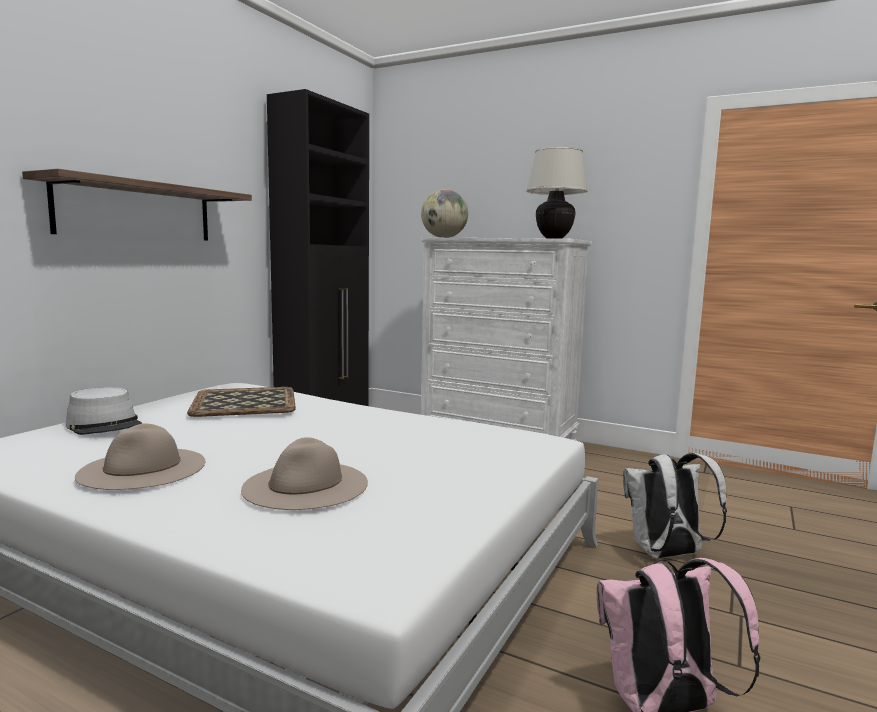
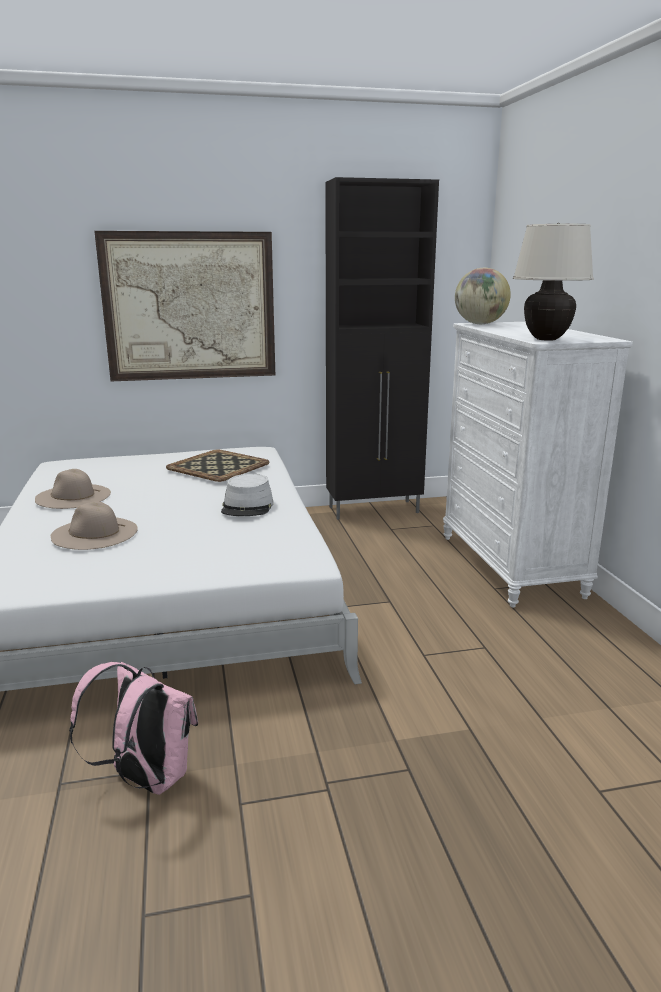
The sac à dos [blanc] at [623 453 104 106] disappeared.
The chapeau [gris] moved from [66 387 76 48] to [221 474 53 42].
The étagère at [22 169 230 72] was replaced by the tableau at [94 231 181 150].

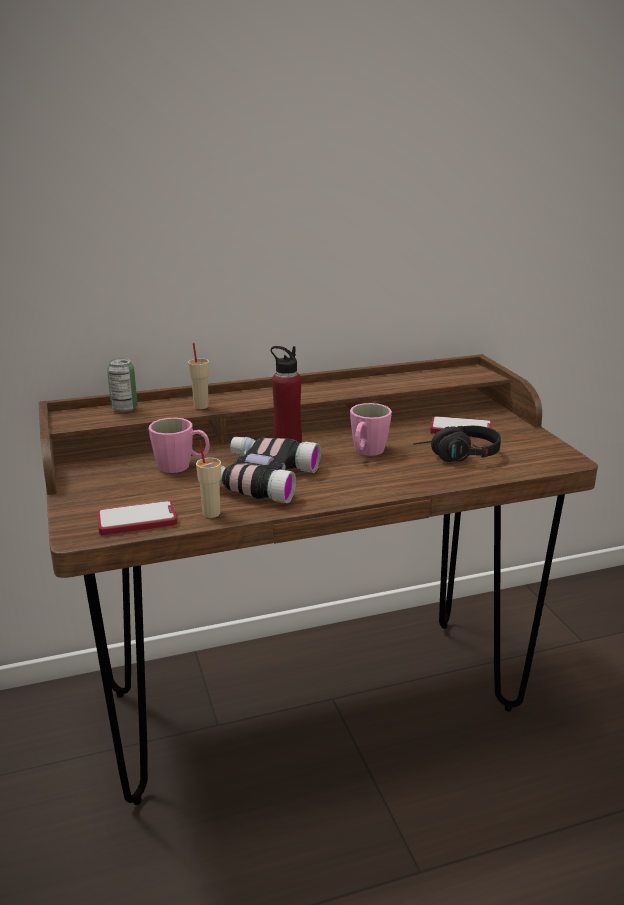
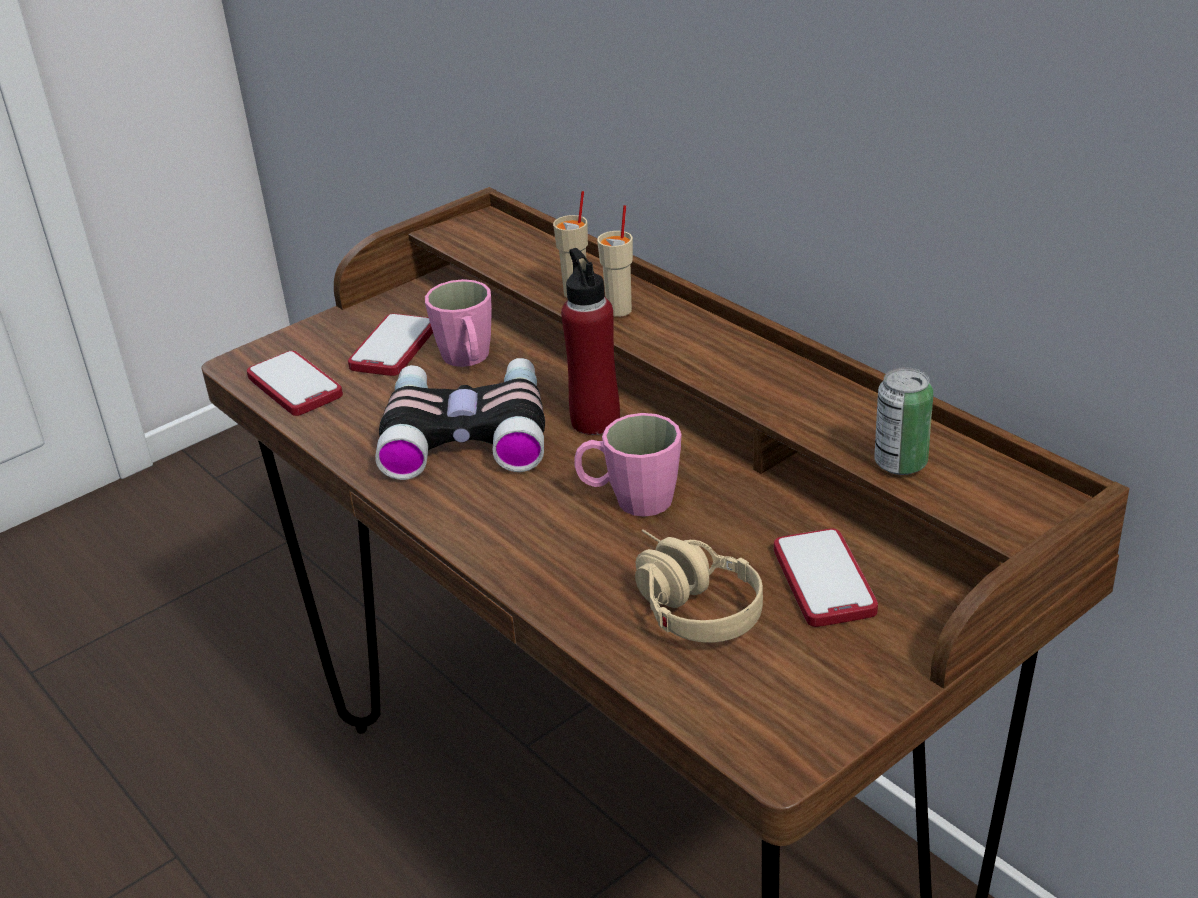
The téléphone at [348 314 85 62] appeared.
The boîte métallique moved from [107 358 31 54] to [874 367 59 108].
The tasse [beige] moved from [196 440 25 78] to [597 205 36 112].
The casque audio [noir] at [413 426 88 36] became the casque audio [beige] at [635 529 128 114].

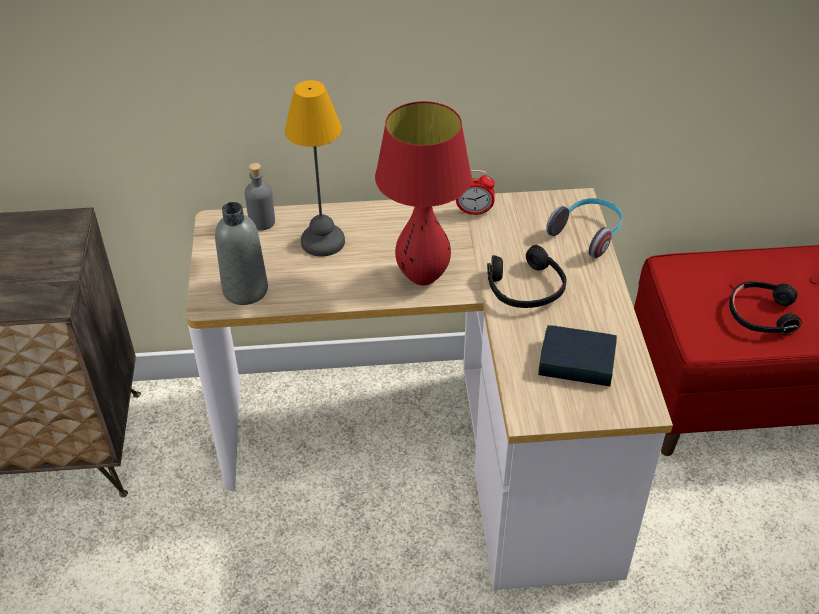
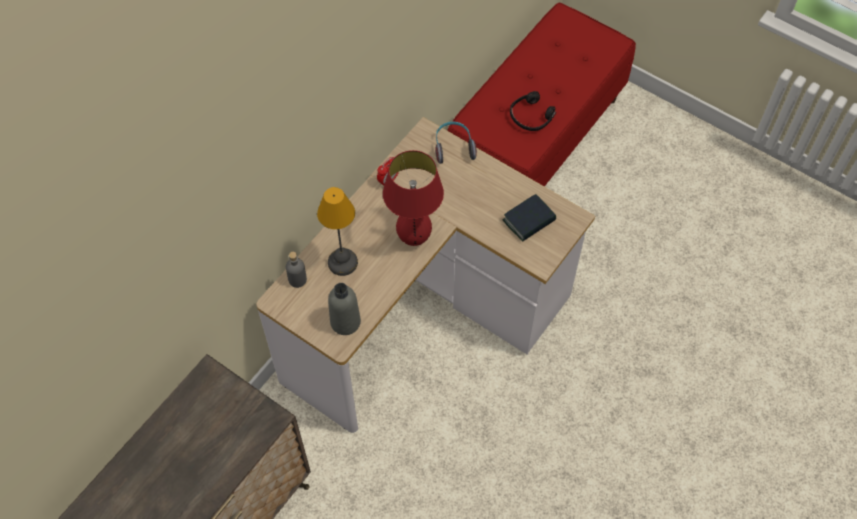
The casque audio [noir] at [487 245 80 63] disappeared.

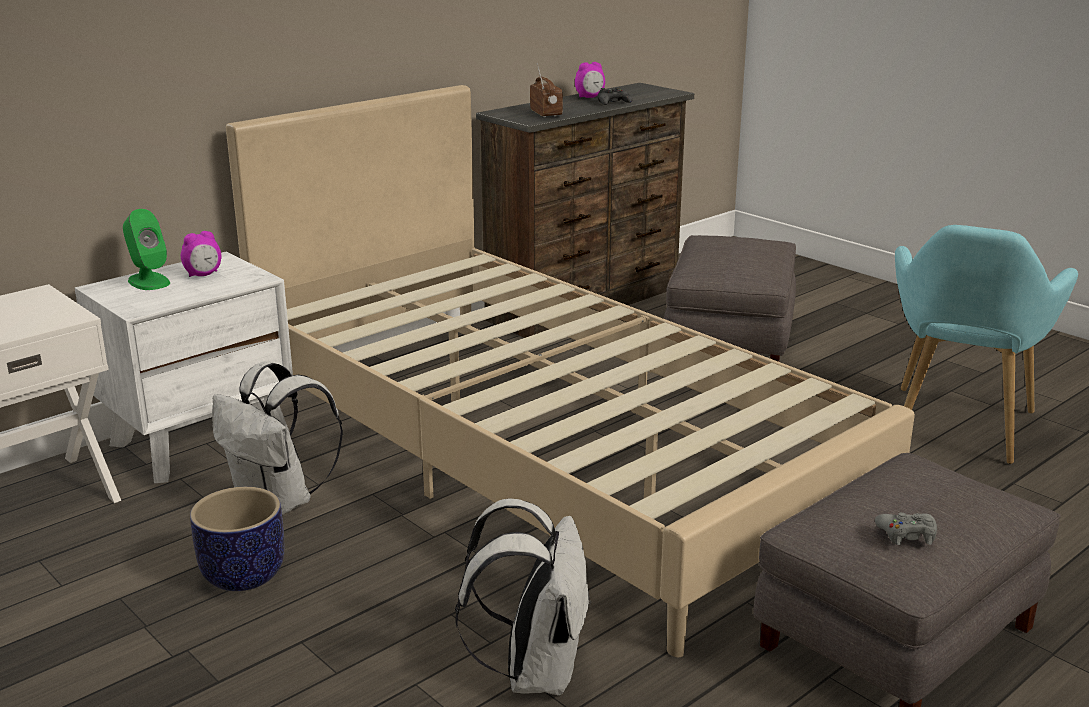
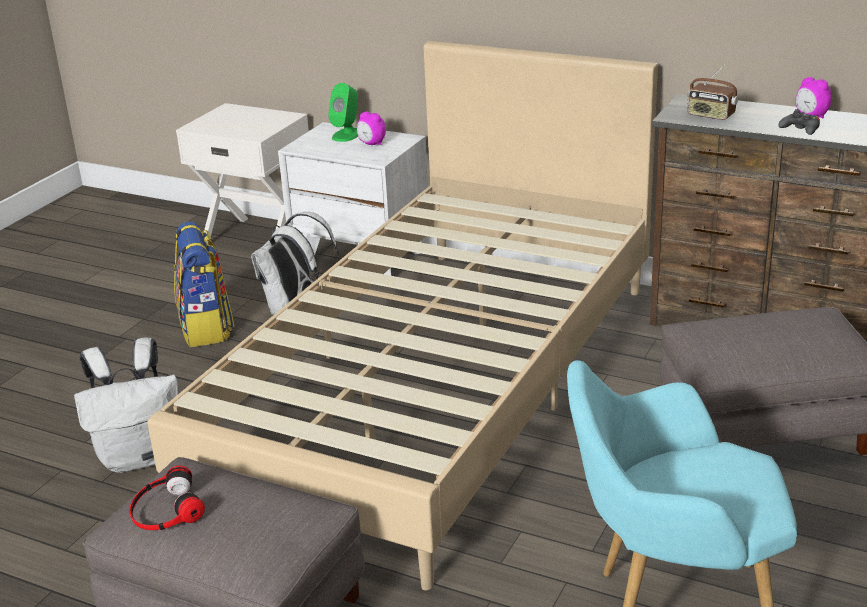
The cache-pot at [190 487 94 104] was replaced by the sac à dos at [174 222 60 125].
The manette [gris] at [875 512 62 33] was replaced by the casque audio at [129 466 76 64].
The radio at [530 63 33 54] turned 75 degrees clockwise.

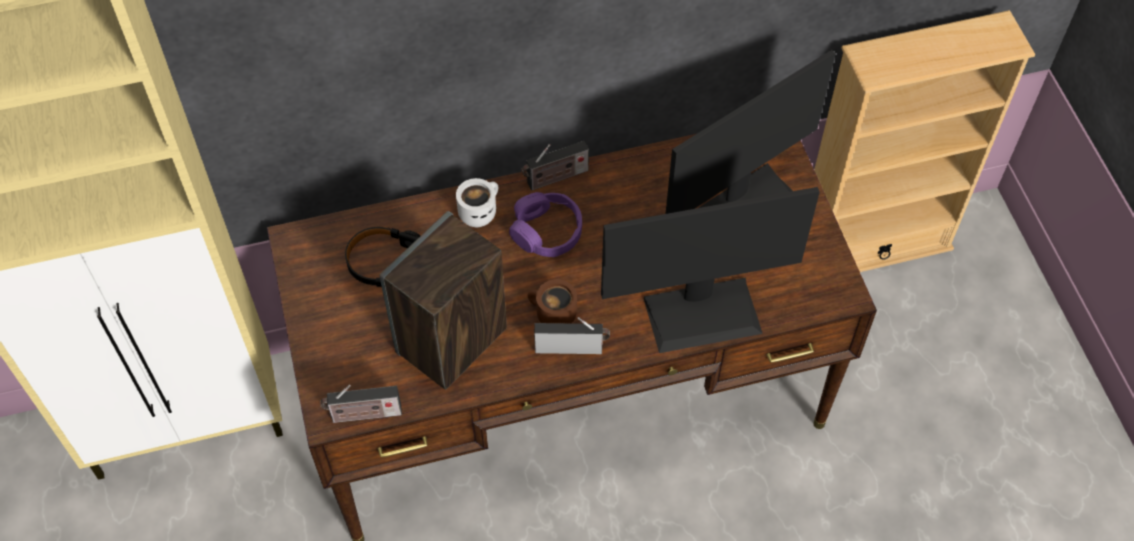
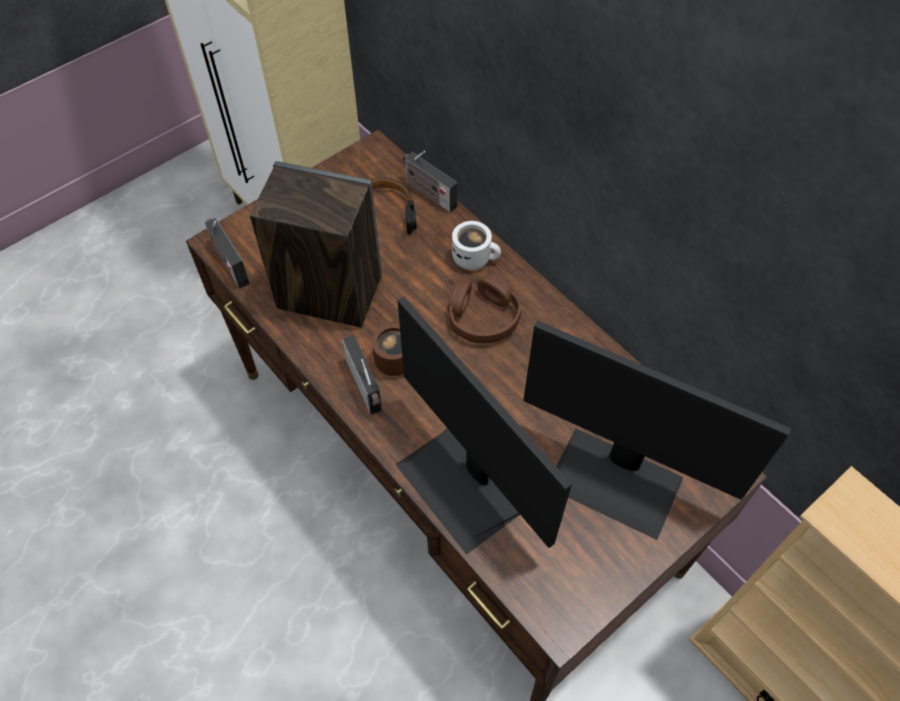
The radio moved from [521 141 68 49] to [403 151 55 62].
The casque audio [violet] at [509 192 73 65] became the casque audio [marron] at [448 274 73 70].

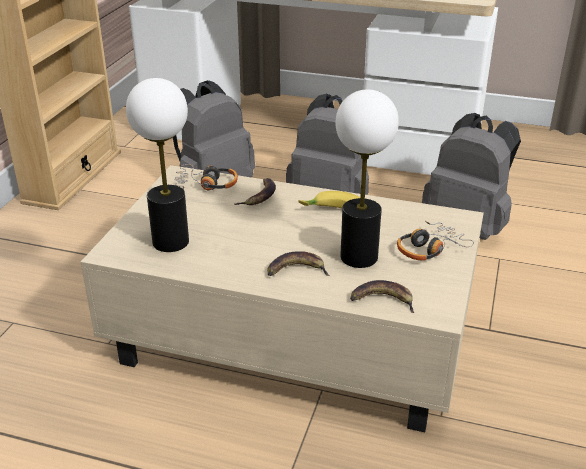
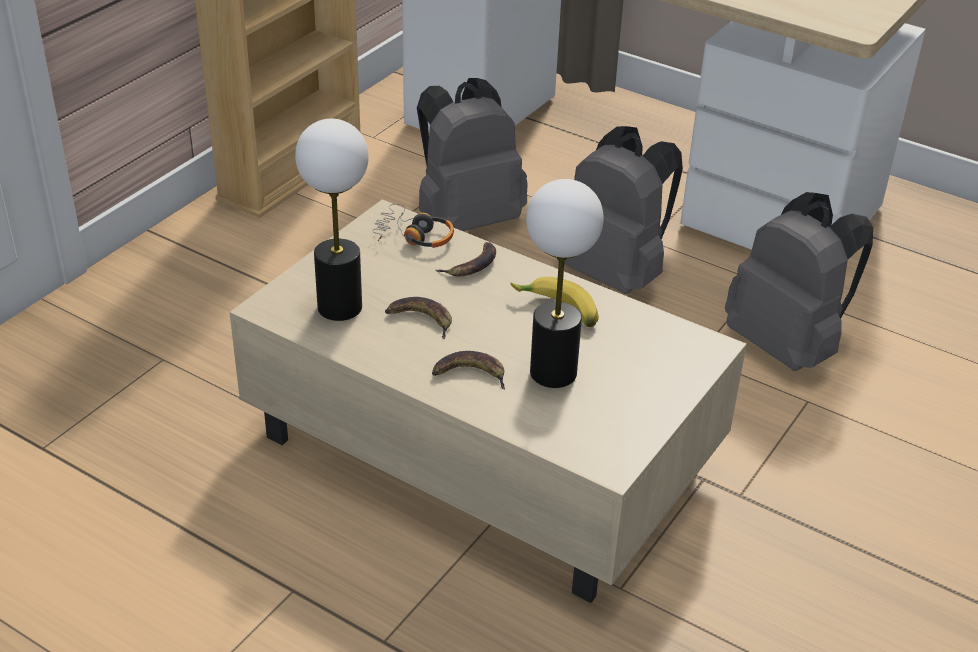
The casque audio at [397 221 77 40] disappeared.
The banane moved from [350 280 64 33] to [385 297 67 42].

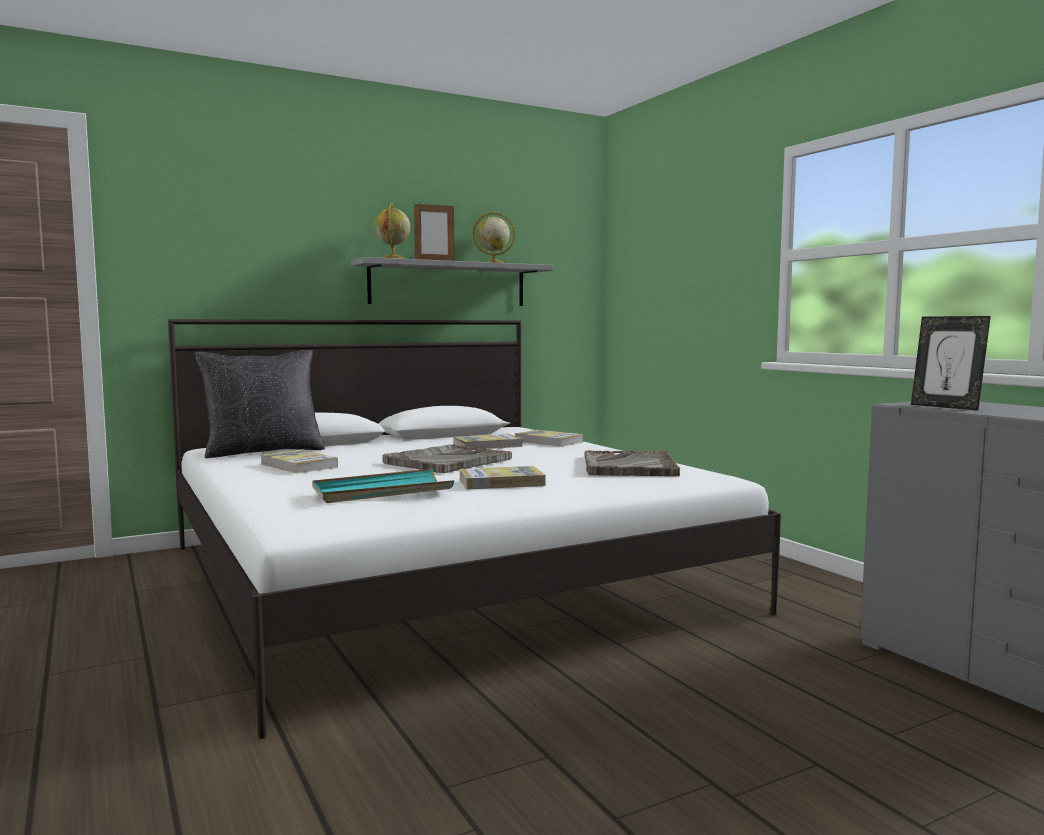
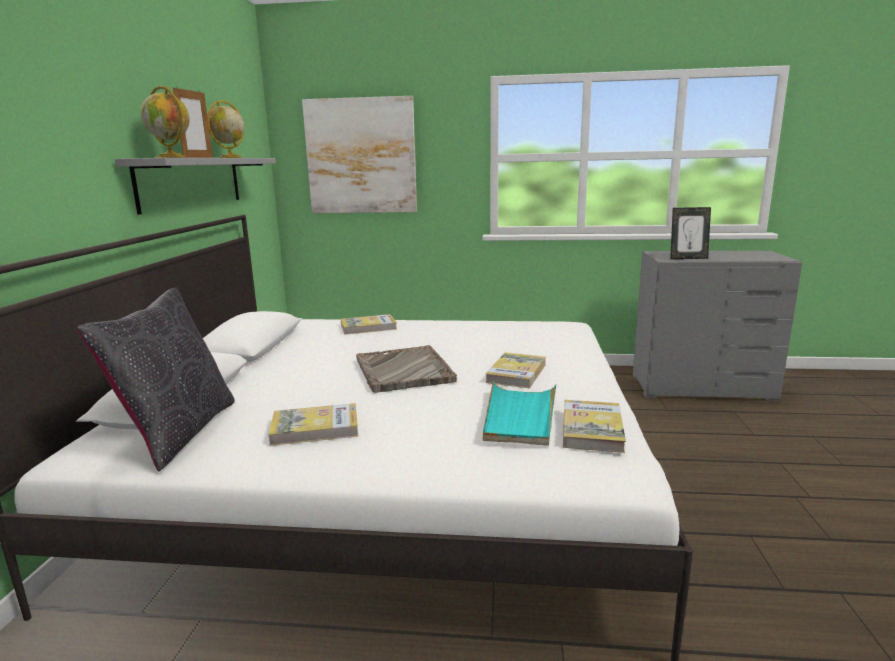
The plateau [gris] at [585 450 95 26] disappeared.
The tableau at [302 96 115 117] appeared.
The livre moved from [453 434 70 16] to [563 400 63 53].

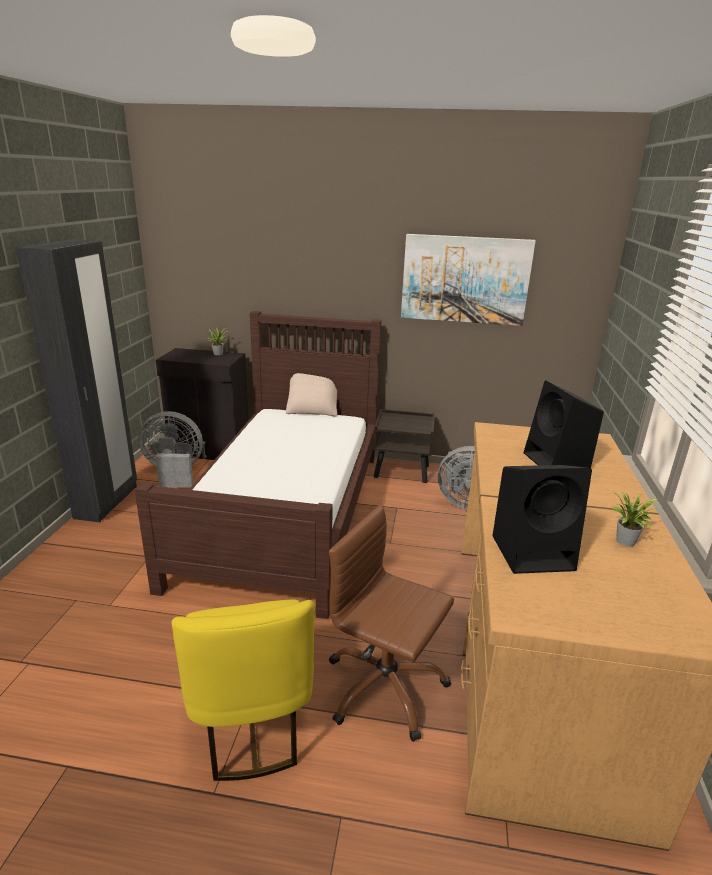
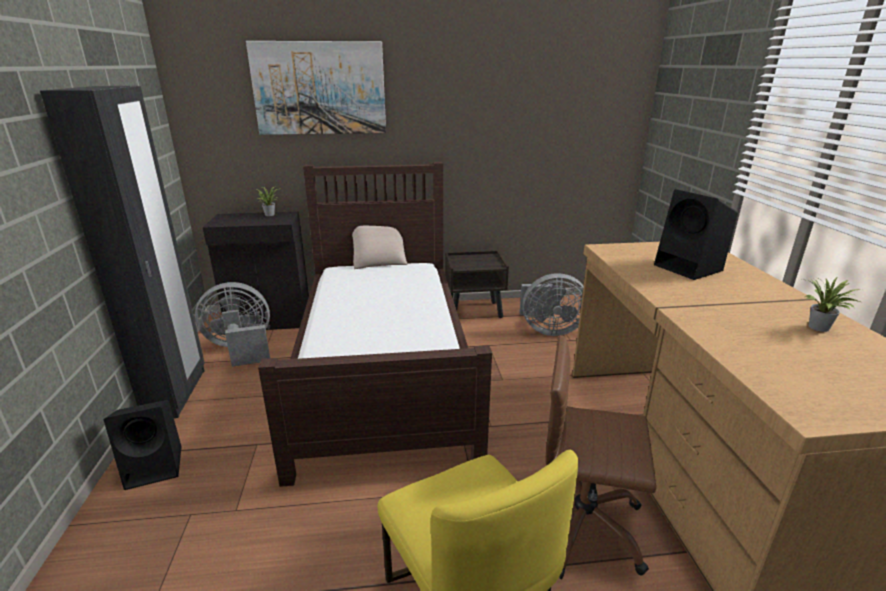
The tableau moved from [401 234 135 92] to [246 41 140 94].
The enceinte [noir] moved from [492 465 100 109] to [104 400 78 90].

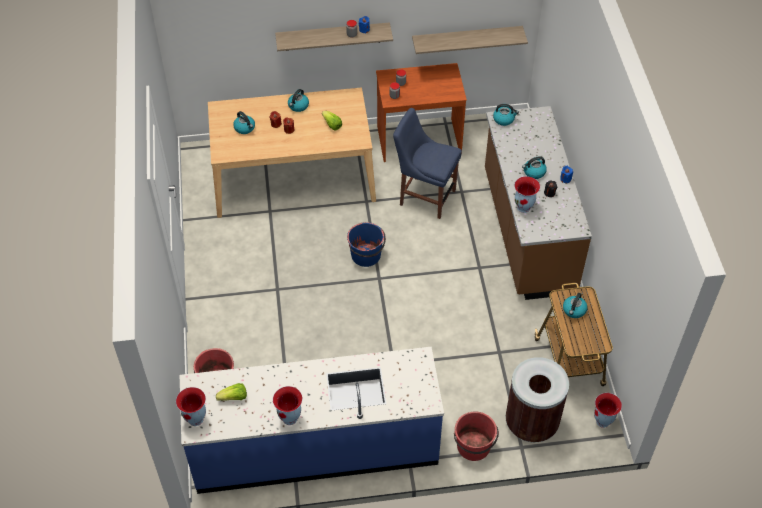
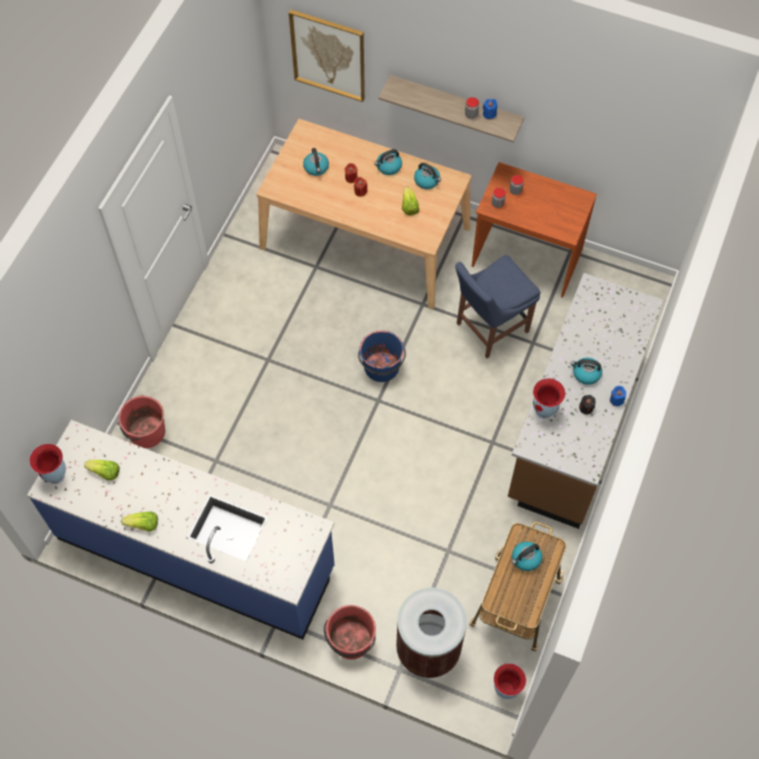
The étagère at [412 26 116 28] disappeared.
The tableau at [289 10 76 92] appeared.
The bouilloire moved from [493 104 26 22] to [414 163 27 26].
The vase at [273 386 29 39] was replaced by the laitue at [122 511 36 21].
The chaise [bleu] at [393 108 69 111] turned 90 degrees counterclockwise.

